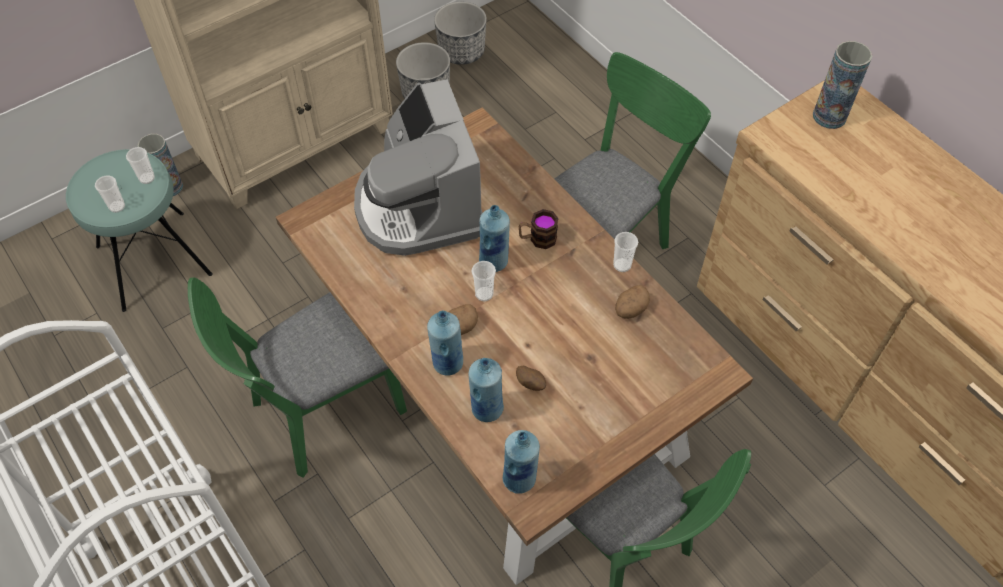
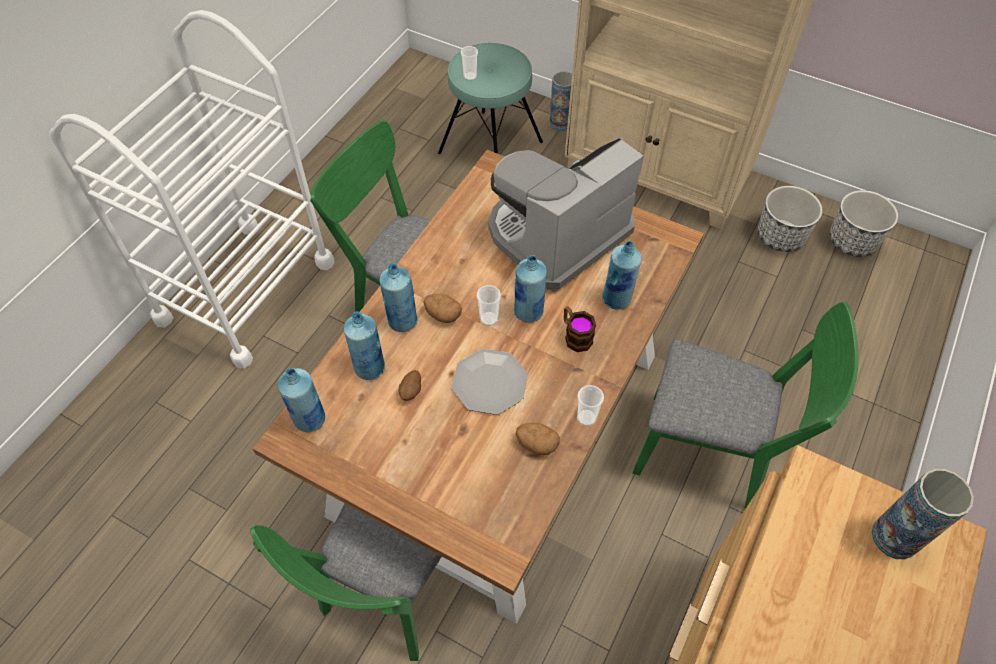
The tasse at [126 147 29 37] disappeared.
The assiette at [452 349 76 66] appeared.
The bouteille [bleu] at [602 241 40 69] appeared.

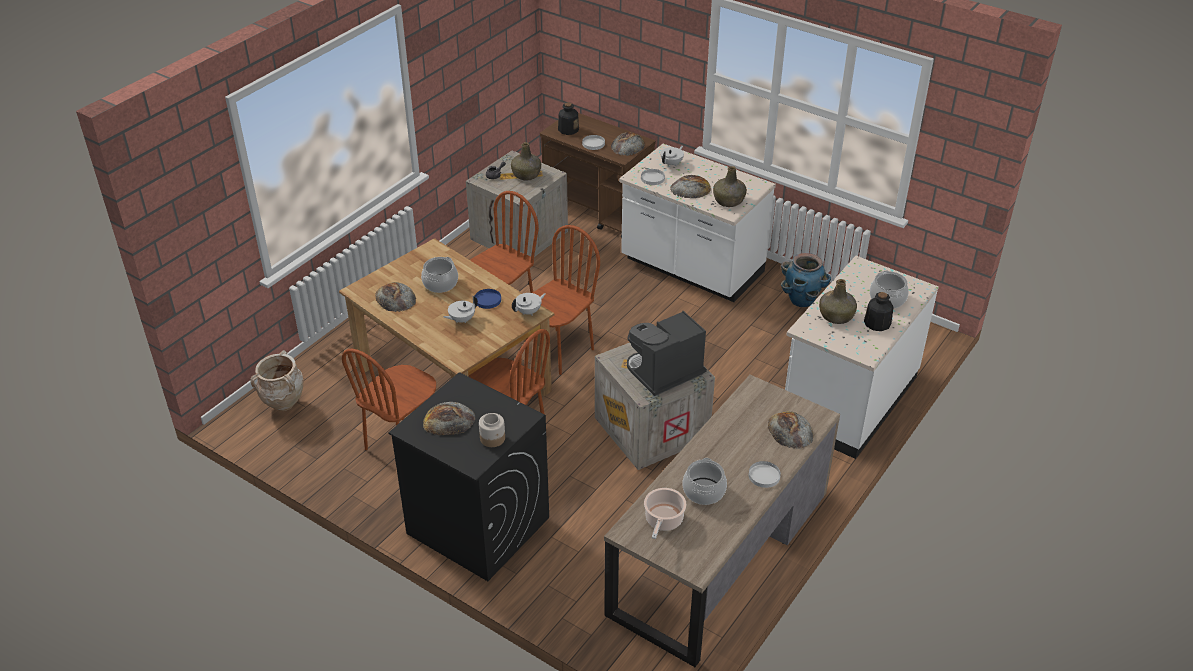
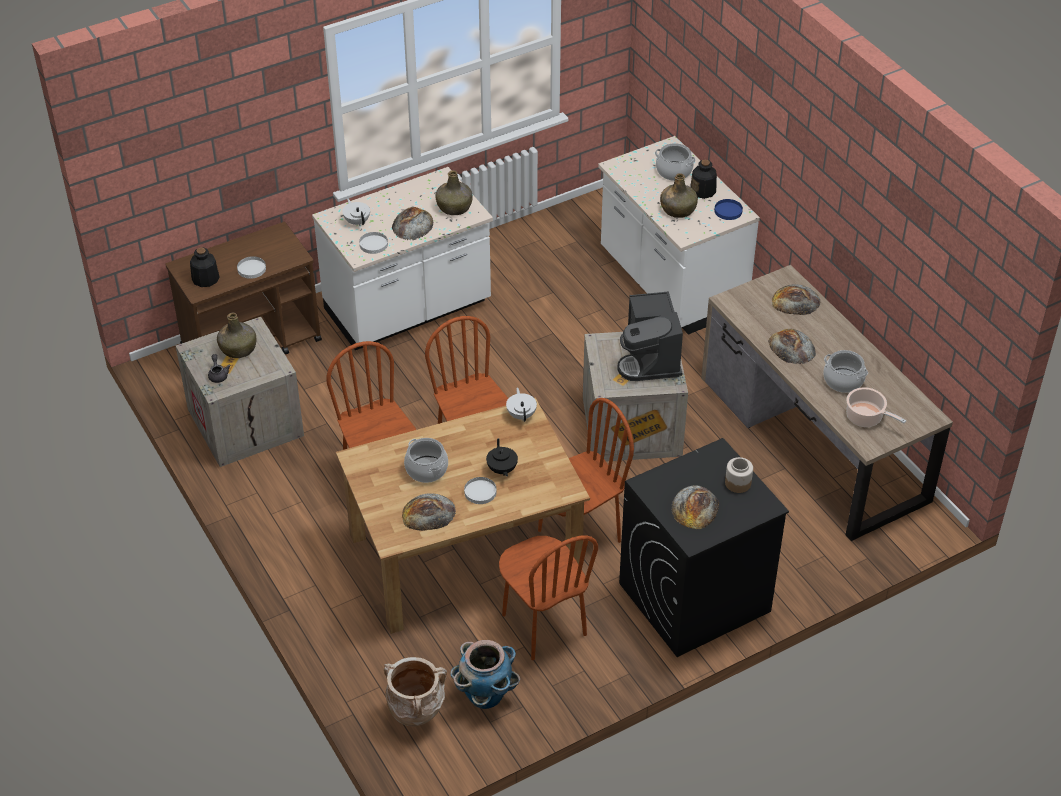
The assiette [bleu] moved from [475 289 26 20] to [714 199 29 21].
The pain moved from [611 132 34 24] to [769 329 47 35].
The assiette [blanc] moved from [749 461 32 27] to [464 477 33 27].
The cache-pot moved from [781 253 50 54] to [450 640 70 69].
The théière [blanc] at [443 296 35 27] became the théière [noir] at [486 438 32 38].

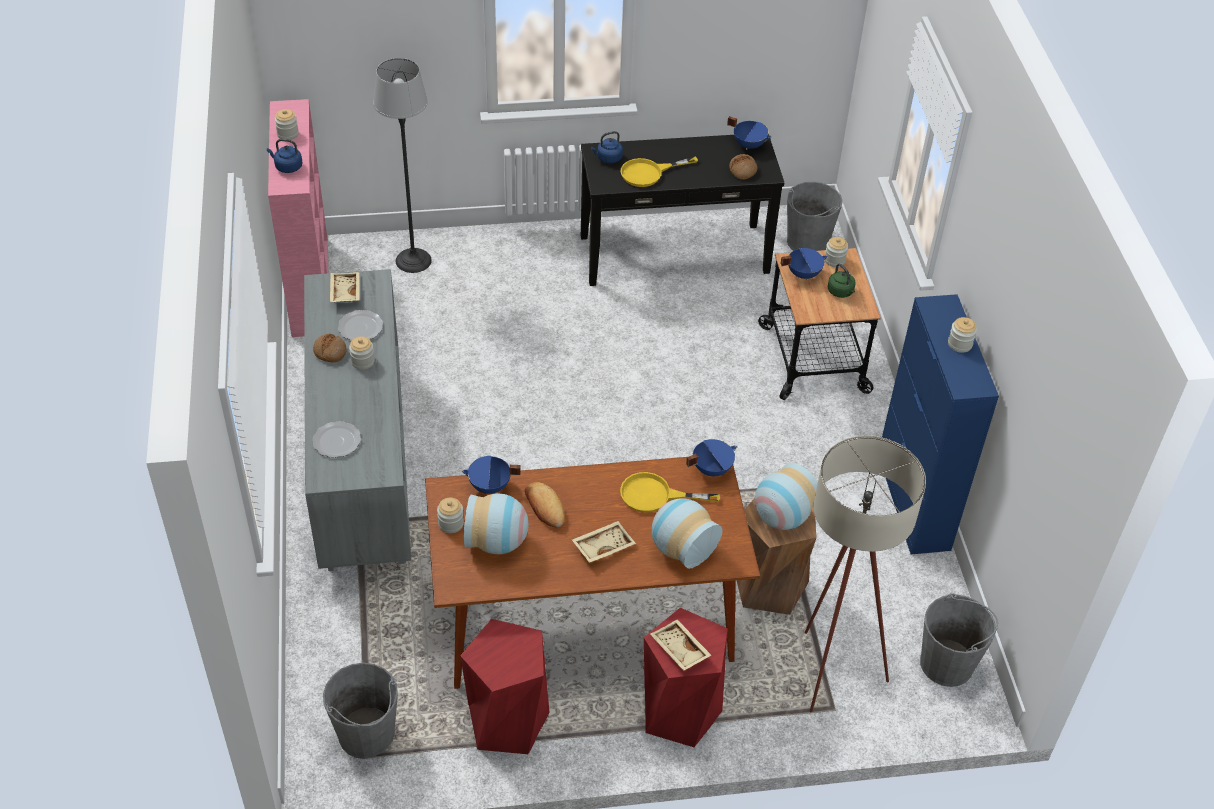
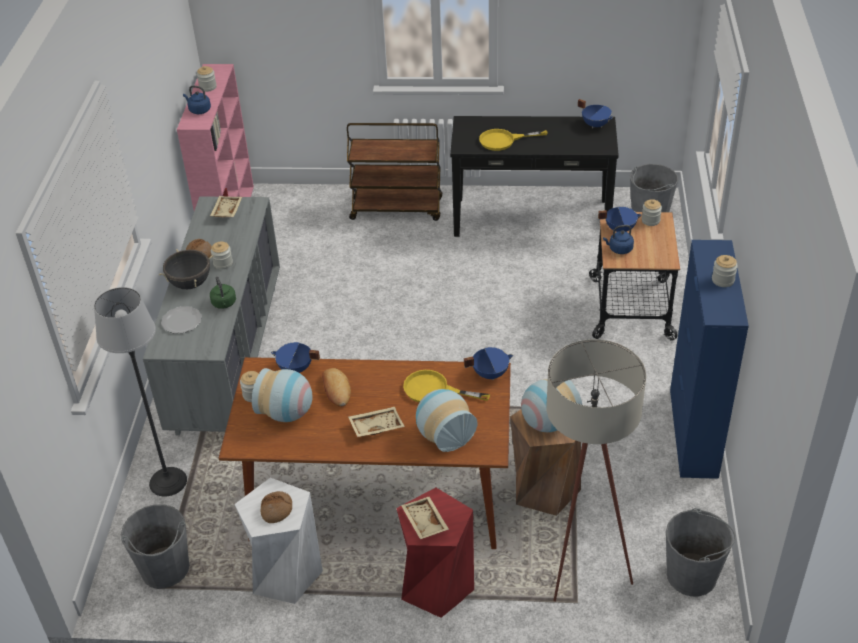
The assiette at [338 310 45 31] disappeared.
The marmite [noir] at [158 249 56 40] appeared.
The chariot [marron] at [347 123 95 98] appeared.
The lampadaire moved from [373 58 59 215] to [94 287 93 210].
The bouilloire [bleu] moved from [590 131 33 32] to [603 225 31 29].
The pain moved from [729 154 29 26] to [261 491 31 32].
The bouilloire [vert] moved from [828 264 28 34] to [210 276 26 33].
The tabouret [rouge] at [460 619 90 135] became the tabouret [blanc] at [235 478 88 126].

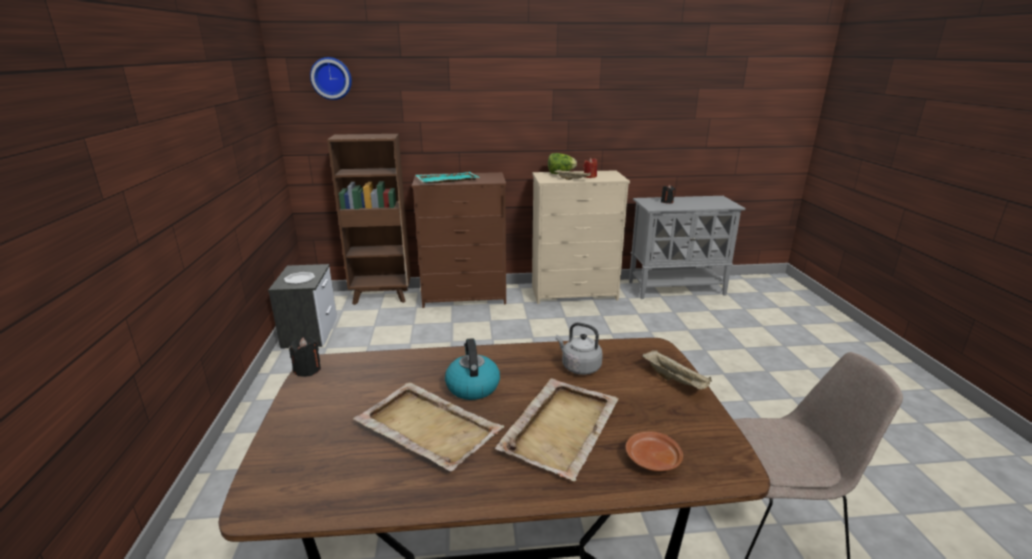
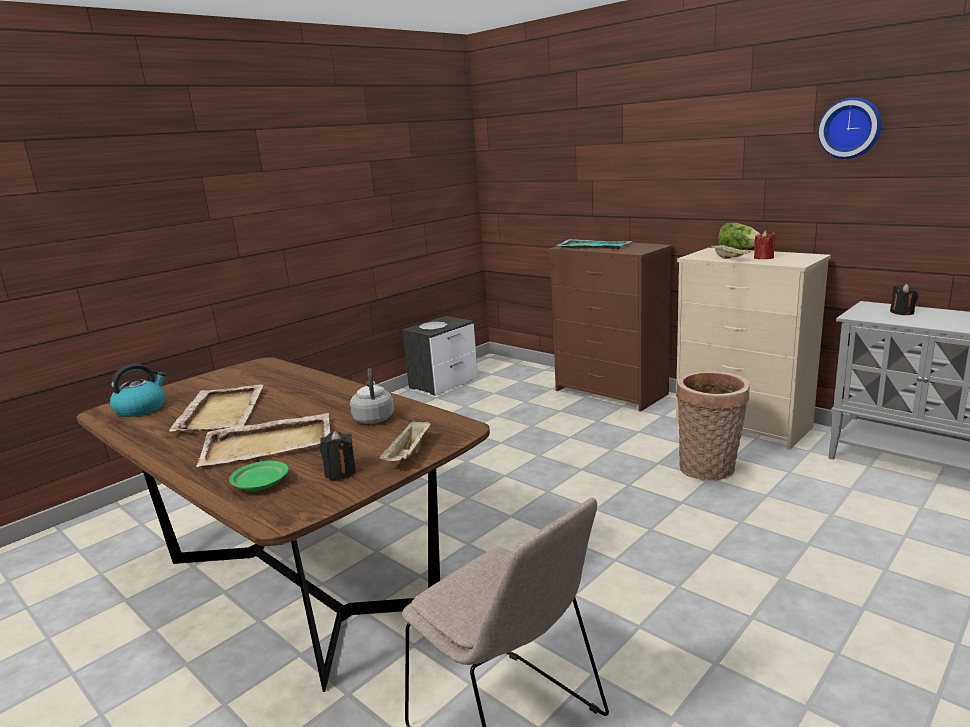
The bibliothèque [marron] at [327 134 84 171] disappeared.
The panier at [676 371 74 110] appeared.
The bougie [noir] moved from [289 337 32 40] to [319 431 37 49].
The horloge murale moved from [310 57 42 43] to [818 97 64 62].
The bouilloire moved from [445 338 55 62] to [110 364 56 53].
The assiette [marron] at [625 431 58 41] became the assiette [vert] at [229 461 60 30].

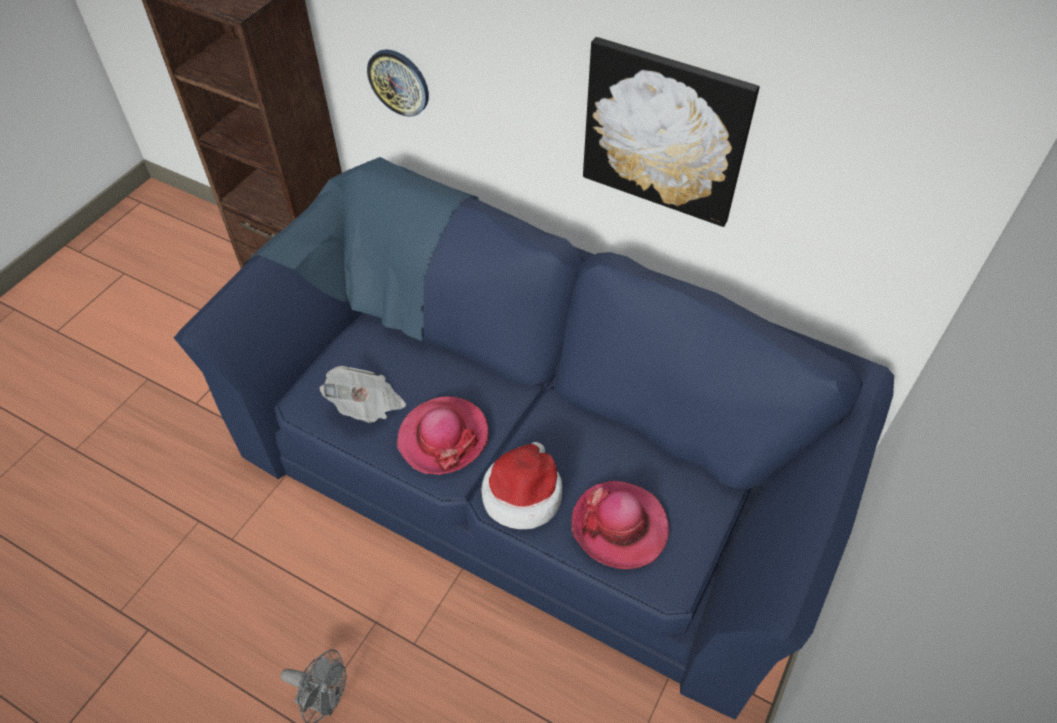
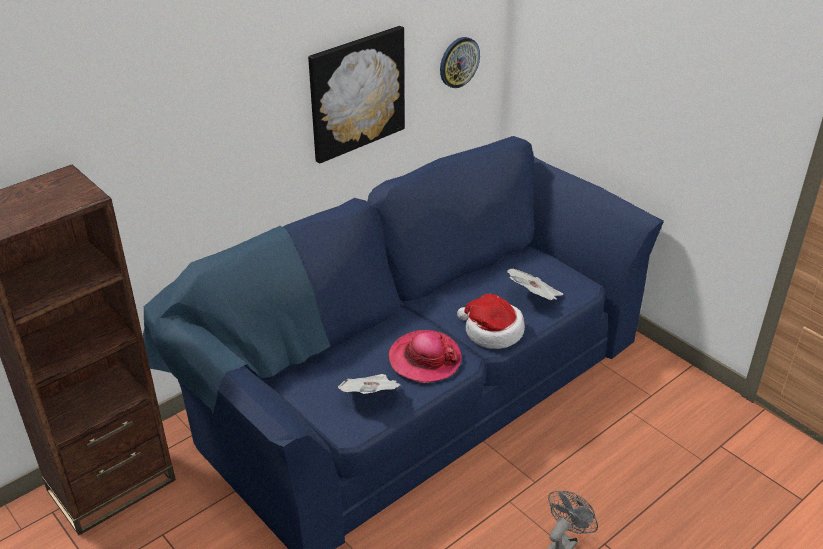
The horloge murale moved from [367 50 62 67] to [440 37 40 51].
The chapeau at [571 481 98 88] was replaced by the journal at [507 269 56 31].

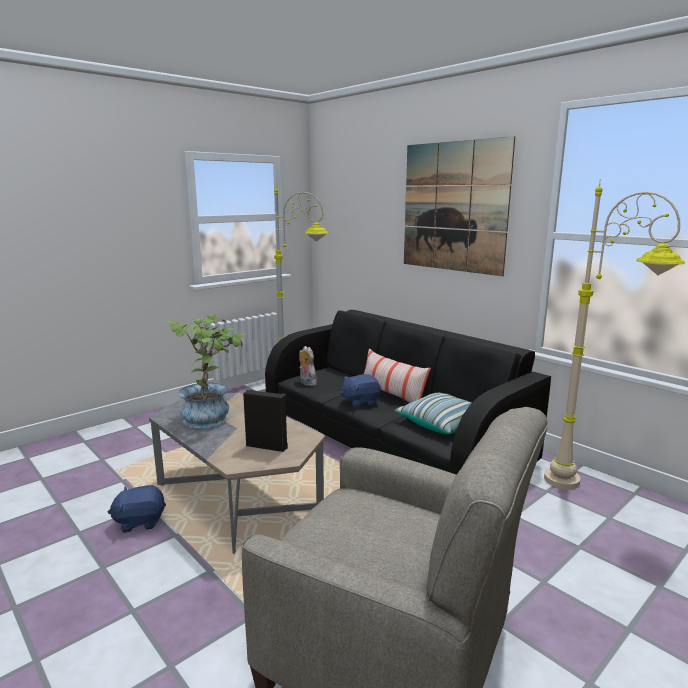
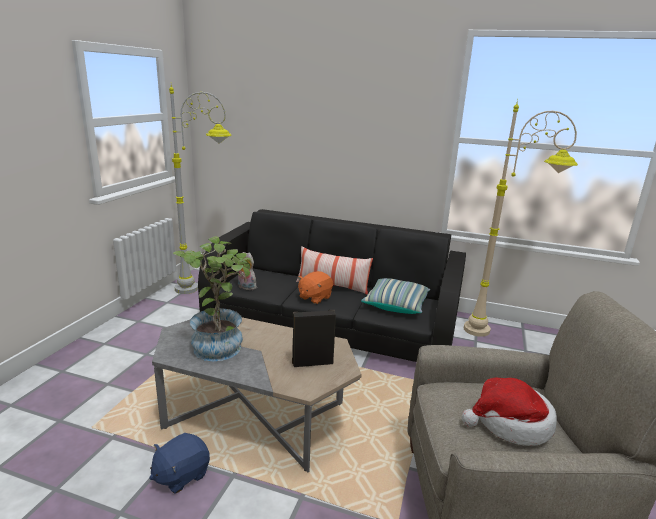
The tableau at [404 136 111 140] disappeared.
The chapeau at [462 377 95 69] appeared.
The peluche [bleu] at [340 374 41 34] became the peluche [orange] at [298 271 35 33].

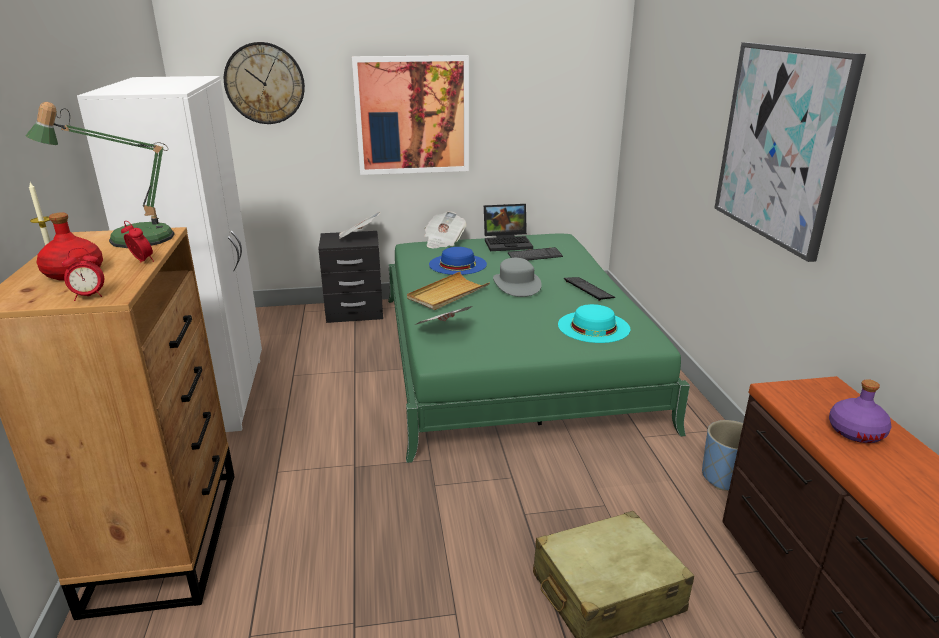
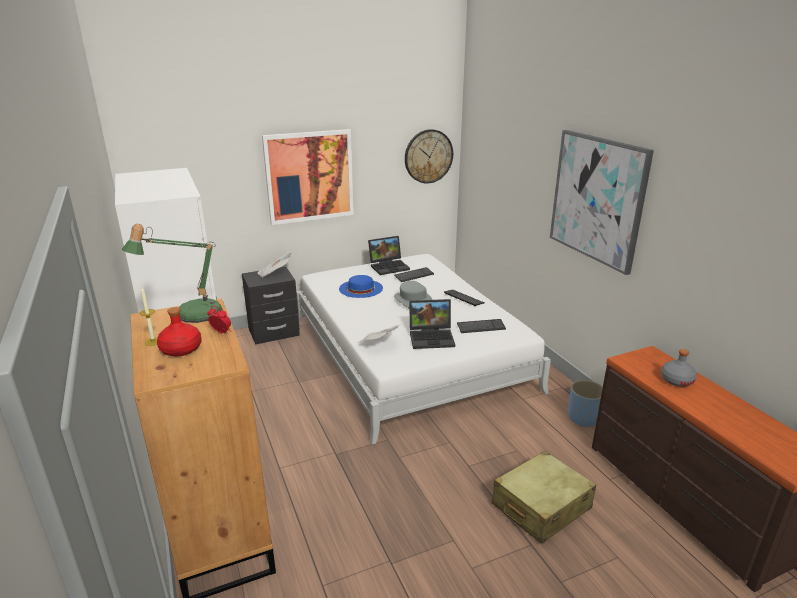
The réveil at [62 248 42 53] disappeared.
The plateau [beige] at [407 272 83 38] disappeared.
The journal at [424 211 43 37] disappeared.
The ordinateur portable at [409 299 46 50] appeared.
The horloge murale moved from [224 42 81 82] to [405 129 48 55].
The chapeau [turquoise] at [558 304 72 39] was replaced by the clavier at [457 319 49 14].
The lit [vert] at [388 234 302 229] became the lit [blanc] at [296 254 255 191].
The bouteille [violet] at [829 379 63 64] became the bouteille [gris] at [661 349 36 38].

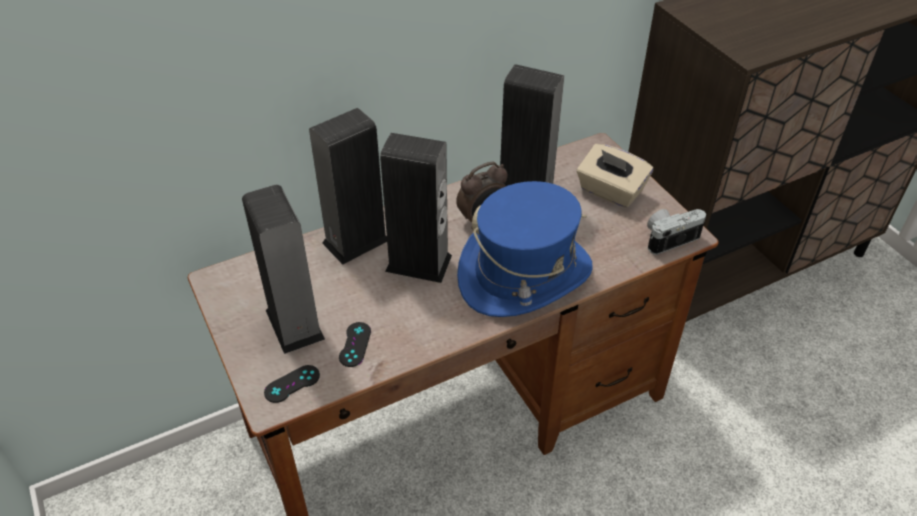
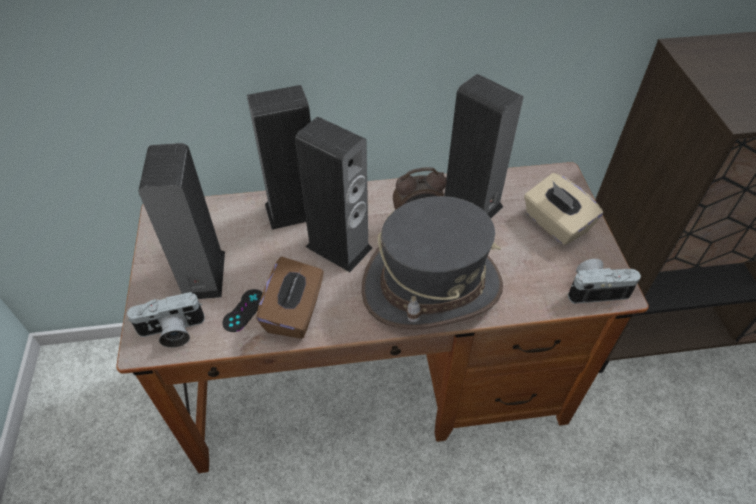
The boîte à mouchoirs [marron] at [256 257 68 82] appeared.
The manette [noir] at [264 365 56 38] was replaced by the appareil photo at [127 292 78 56].
The chapeau [bleu] at [457 181 136 136] became the chapeau [gris] at [361 196 142 133].

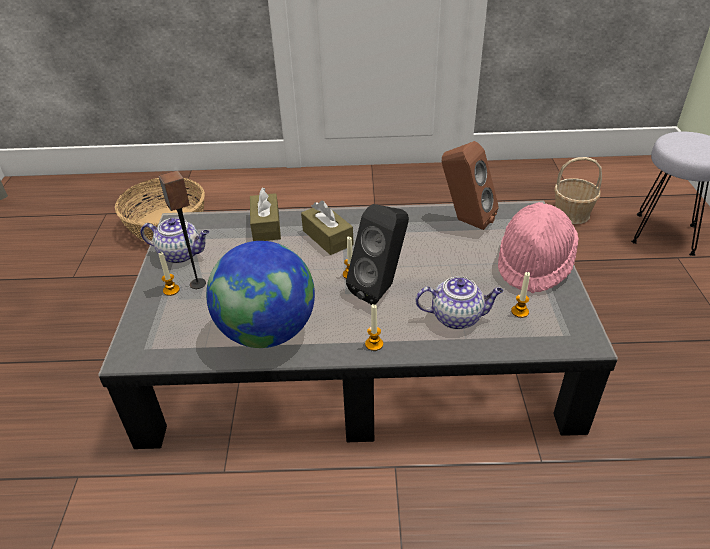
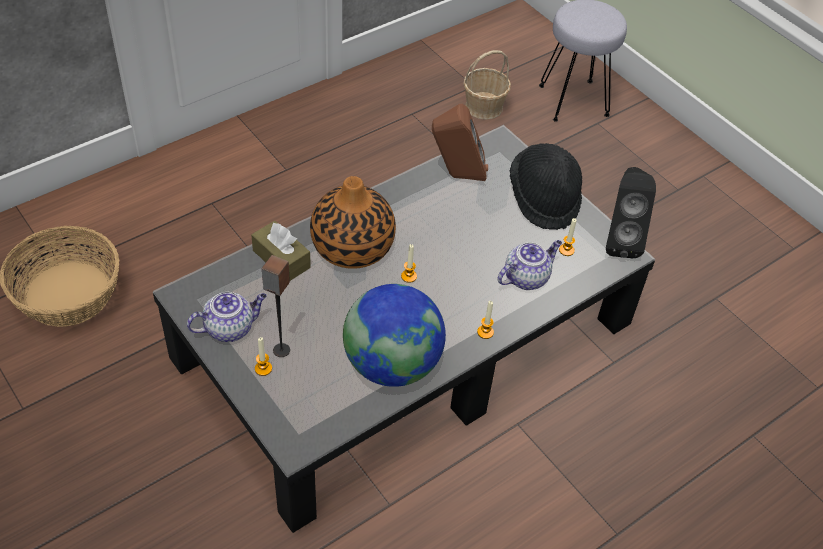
The enceinte [noir] moved from [346 204 63 101] to [606 167 50 91].
The boîte à mouchoirs [marron] at [301 201 53 54] was replaced by the vase at [310 176 86 93].
The chapeau [rose] at [498 202 81 91] became the chapeau [noir] at [510 143 72 87].

